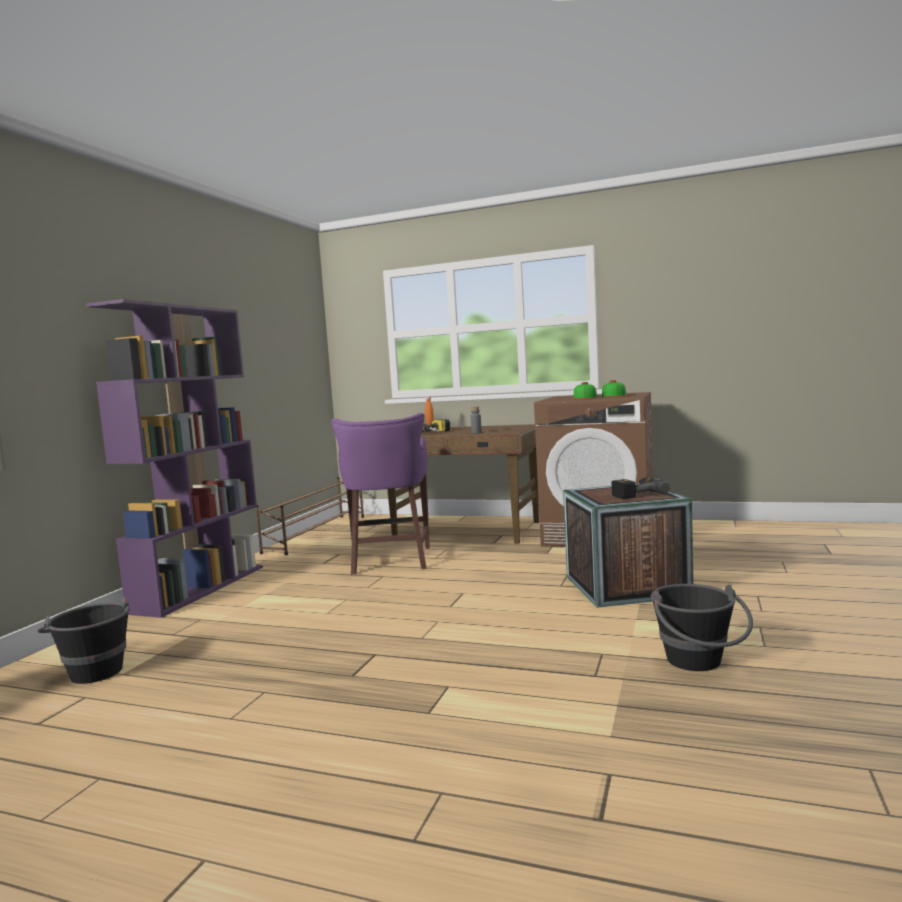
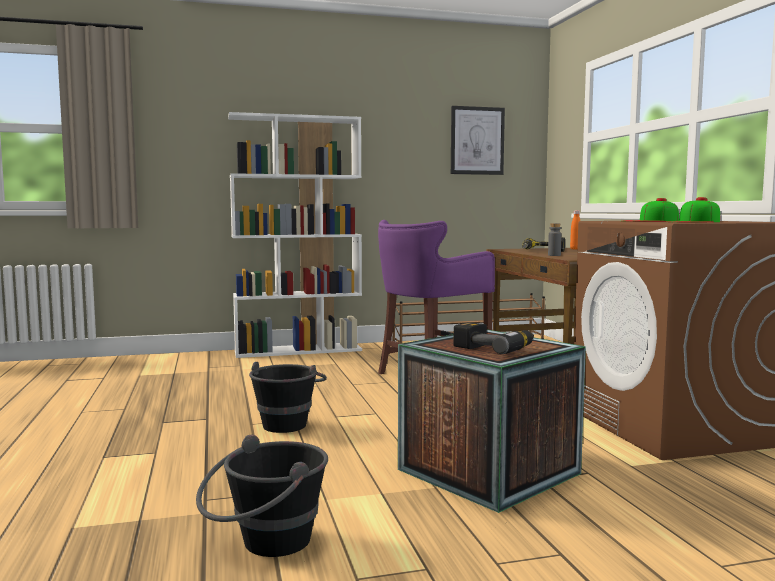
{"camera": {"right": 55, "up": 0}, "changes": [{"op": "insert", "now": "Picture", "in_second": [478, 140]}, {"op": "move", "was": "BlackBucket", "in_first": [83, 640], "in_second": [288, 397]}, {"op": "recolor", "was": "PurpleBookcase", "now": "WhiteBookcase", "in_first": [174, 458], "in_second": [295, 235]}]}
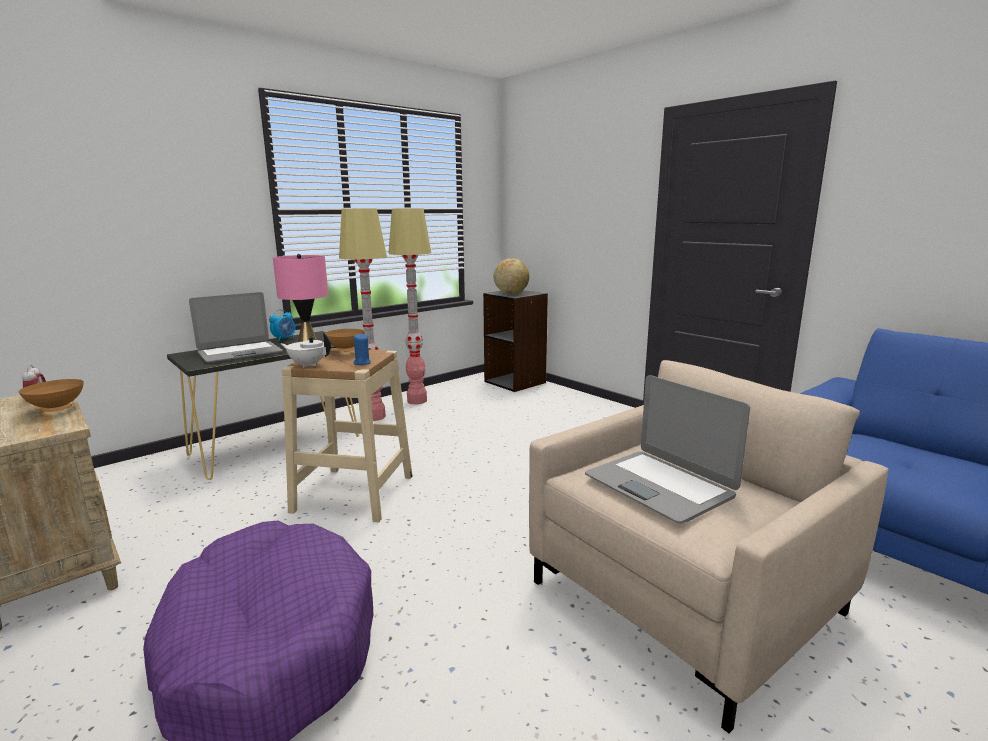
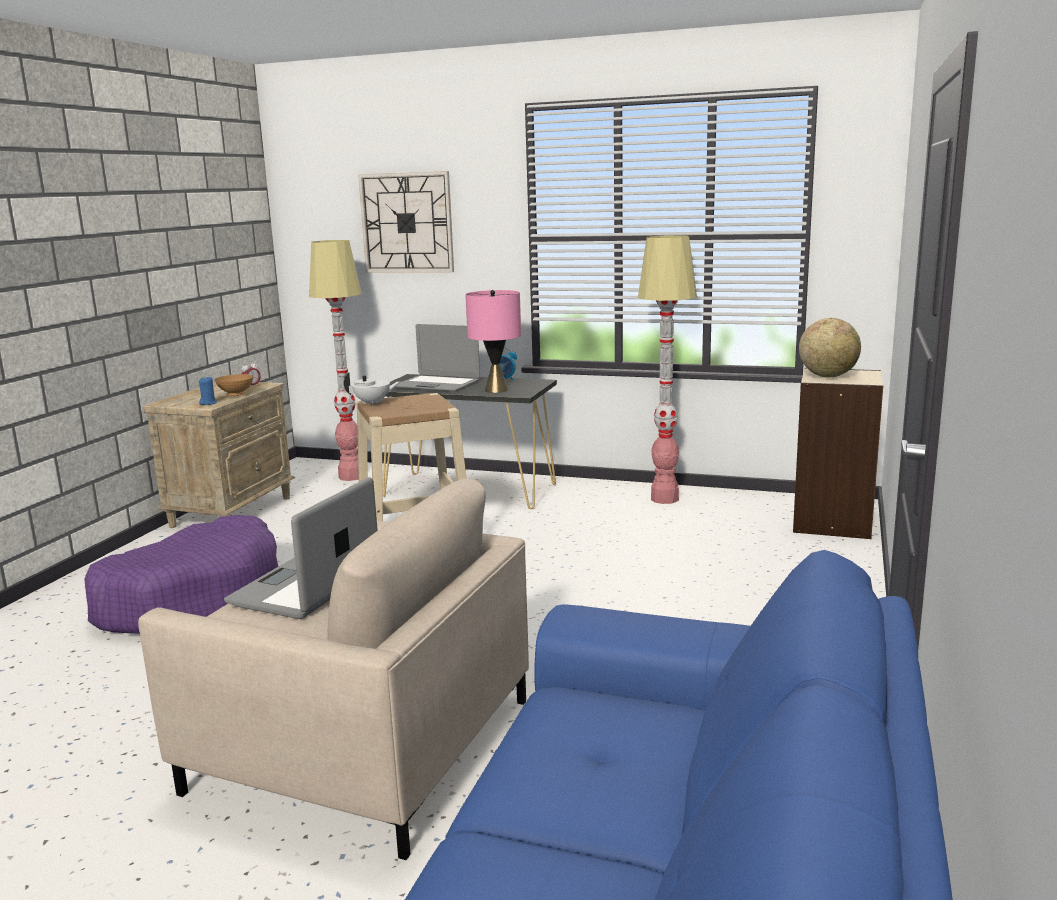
{"camera": {"right": 60, "up": 0}, "changes": [{"op": "delete", "was": "BrownBowl", "in_first": [345, 340]}, {"op": "insert", "now": "WallClock", "in_second": [406, 221]}, {"op": "move", "was": "FloorLamp", "in_first": [363, 315], "in_second": [335, 360]}, {"op": "move", "was": "BlueCandle", "in_first": [362, 349], "in_second": [208, 391]}, {"op": "recolor", "was": "BlackBookcase", "now": "BeigeBookcase", "in_first": [515, 341], "in_second": [838, 453]}, {"op": "rotate", "was": "WhiteTeapot", "in_first": [306, 350], "in_second": [372, 388], "clockwise": 90}]}
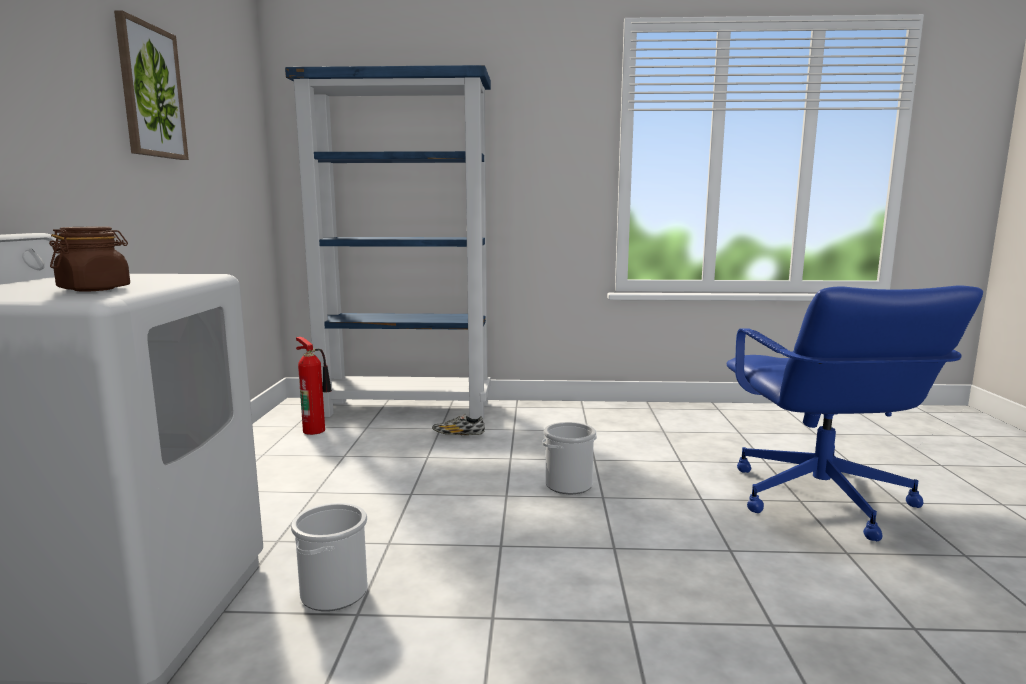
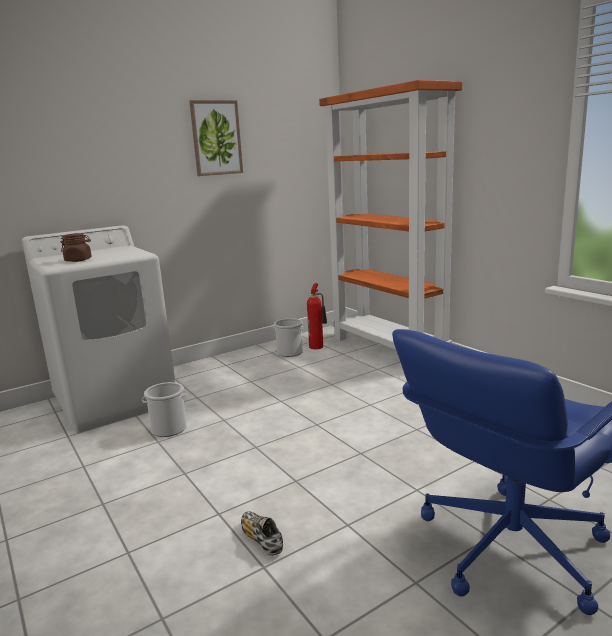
{"camera": {"right": 55, "up": 5}, "changes": [{"op": "move", "was": "Shoe", "in_first": [458, 425], "in_second": [262, 533]}, {"op": "move", "was": "Bucket", "in_first": [569, 458], "in_second": [288, 337]}, {"op": "recolor", "was": "BlueBookcase", "now": "OrangeBookcase", "in_first": [388, 242], "in_second": [390, 215]}]}
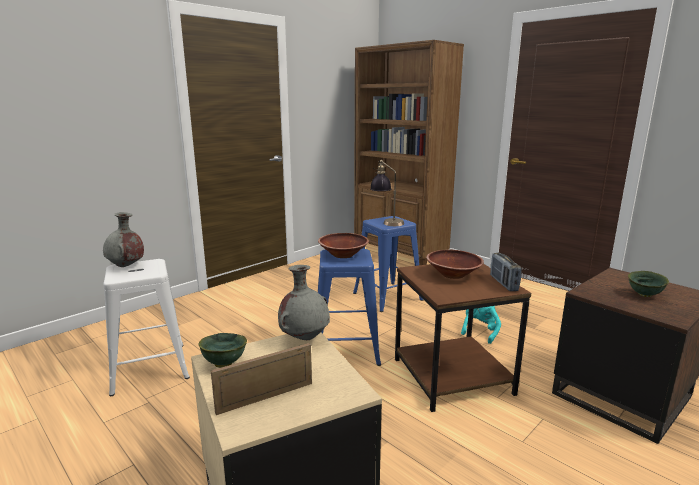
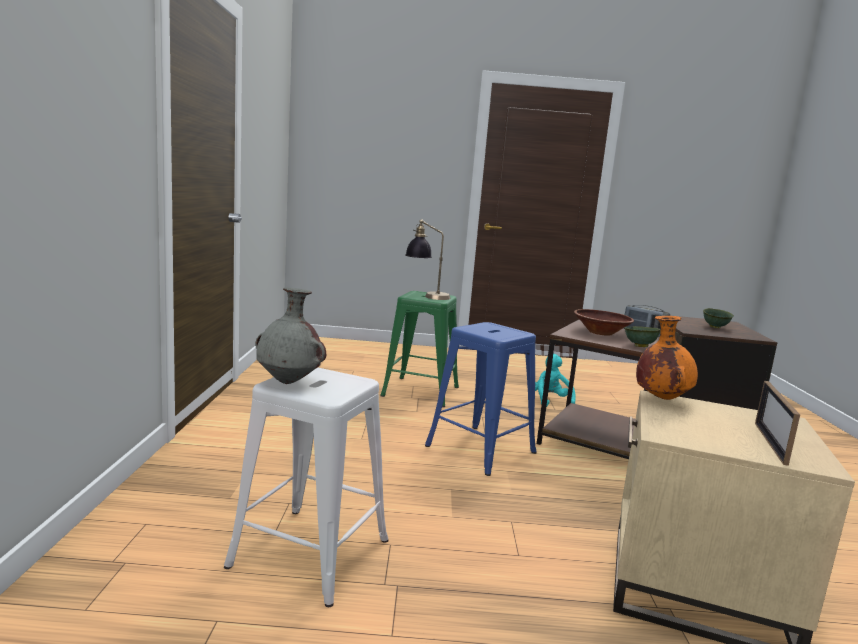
{"camera": {"right": -45, "up": -5}, "changes": [{"op": "delete", "was": "BrownBowl", "in_first": [343, 245]}, {"op": "delete", "was": "BrownBookcase", "in_first": [409, 152]}, {"op": "move", "was": "GreenBowl", "in_first": [222, 350], "in_second": [642, 336]}, {"op": "recolor", "was": "GreyVase", "now": "OrangeVase", "in_first": [304, 302], "in_second": [667, 358]}, {"op": "recolor", "was": "BlueStool", "now": "GreenStool", "in_first": [388, 264], "in_second": [420, 349]}]}
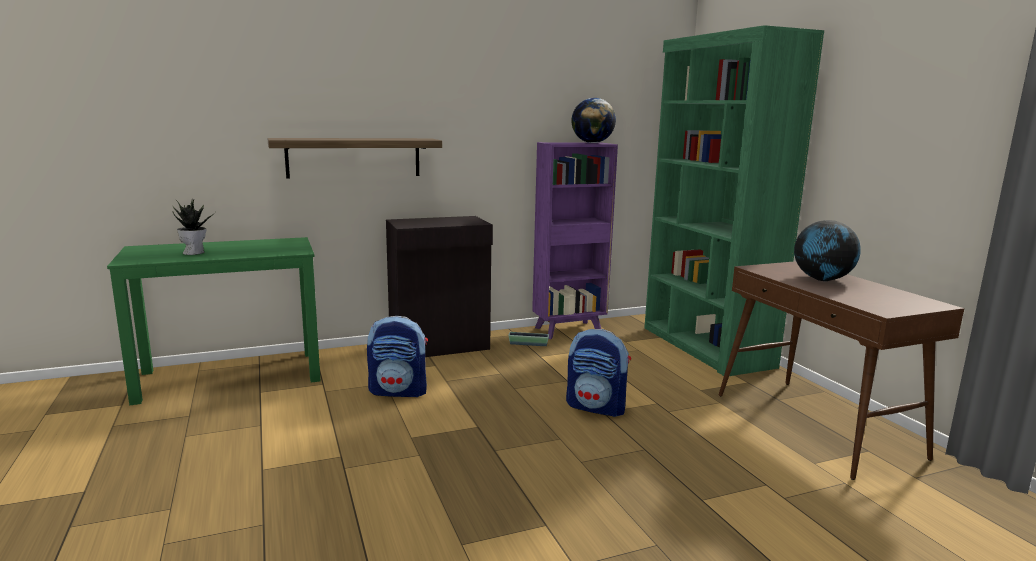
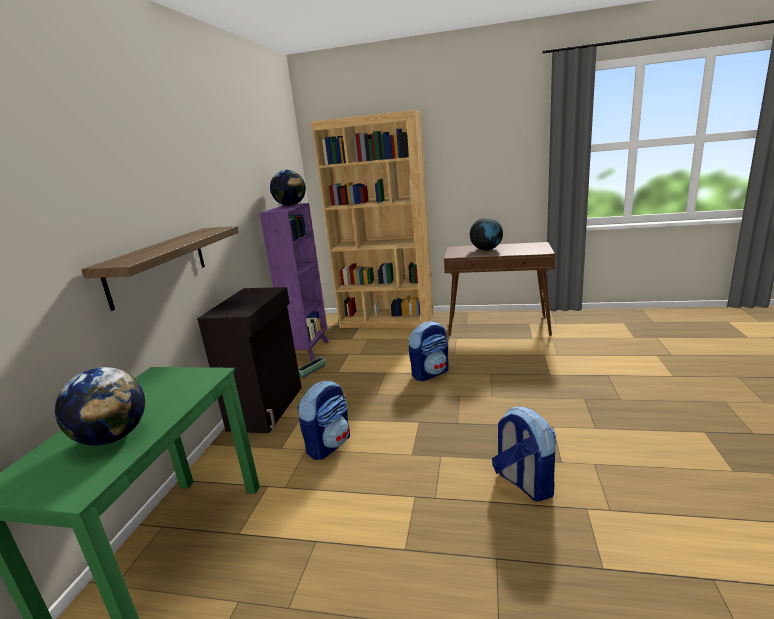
{"camera": {"right": -55, "up": 5}, "changes": [{"op": "insert", "now": "Backpack", "in_second": [524, 454]}, {"op": "replace", "was": "PottedPlant", "now": "Globe", "in_first": [193, 227], "in_second": [100, 406]}, {"op": "recolor", "was": "GreenBookcase", "now": "BrownBookcase", "in_first": [734, 200], "in_second": [372, 219]}]}
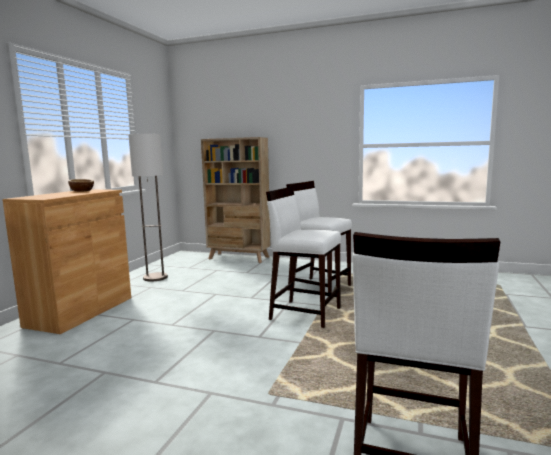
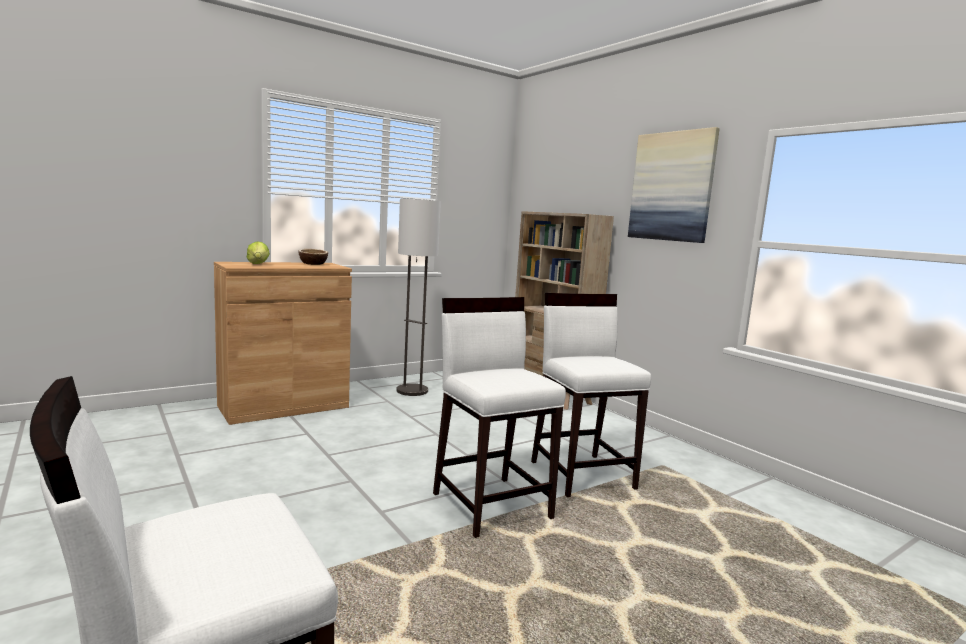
{"camera": {"right": 35, "up": 0}, "changes": [{"op": "insert", "now": "Lettuce", "in_second": [258, 252]}, {"op": "insert", "now": "Picture", "in_second": [674, 185]}]}
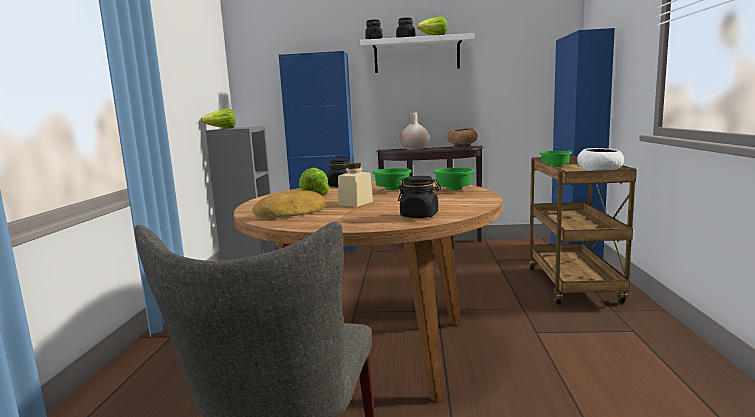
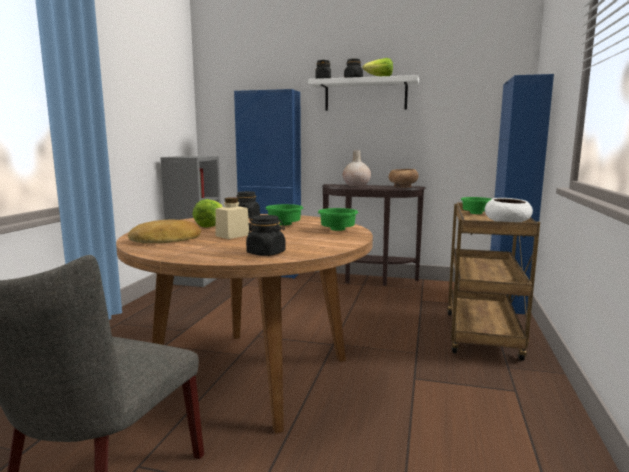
{"camera": {"right": 10, "up": 0}, "changes": [{"op": "delete", "was": "Lettuce", "in_first": [218, 118]}]}
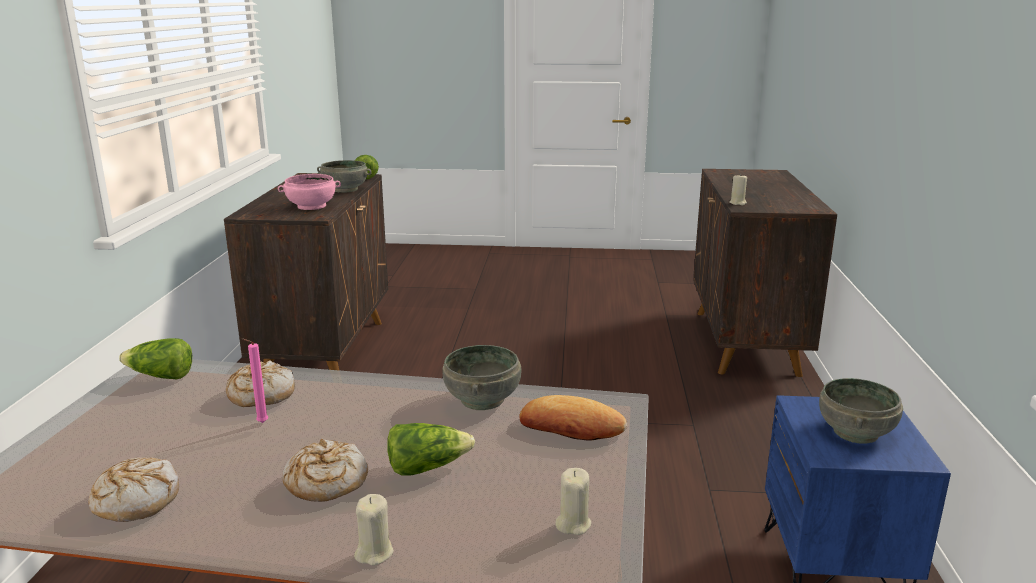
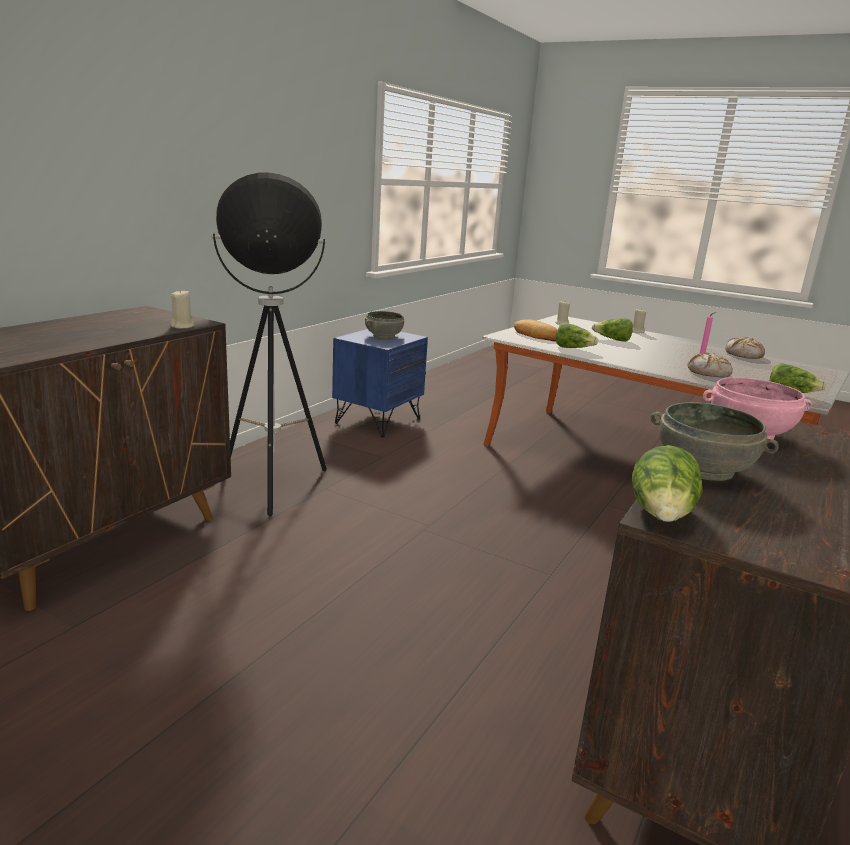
{"camera": {"right": -155, "up": 0}, "changes": [{"op": "delete", "was": "Bread", "in_first": [325, 470]}, {"op": "insert", "now": "FloorLamp", "in_second": [269, 344]}, {"op": "replace", "was": "GreyBowl", "now": "Lettuce", "in_first": [481, 377], "in_second": [577, 335]}]}
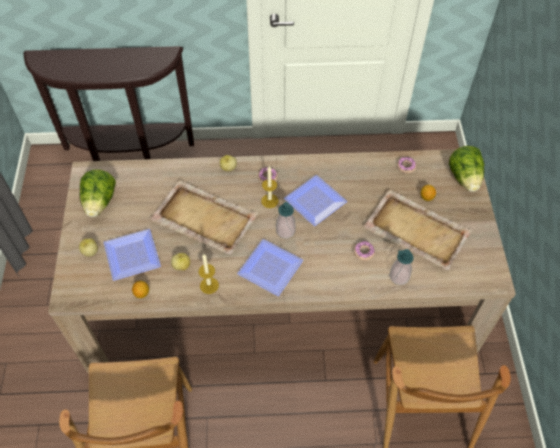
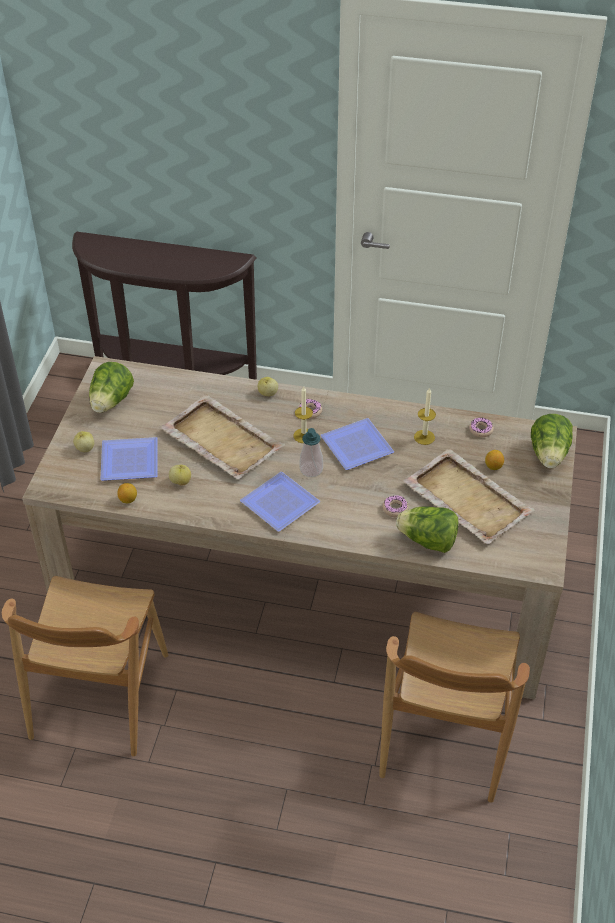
{"camera": {"right": 15, "up": -10}, "changes": [{"op": "move", "was": "Candle", "in_first": [209, 274], "in_second": [425, 416]}, {"op": "replace", "was": "SoapDispenser", "now": "Lettuce", "in_first": [401, 267], "in_second": [427, 529]}]}
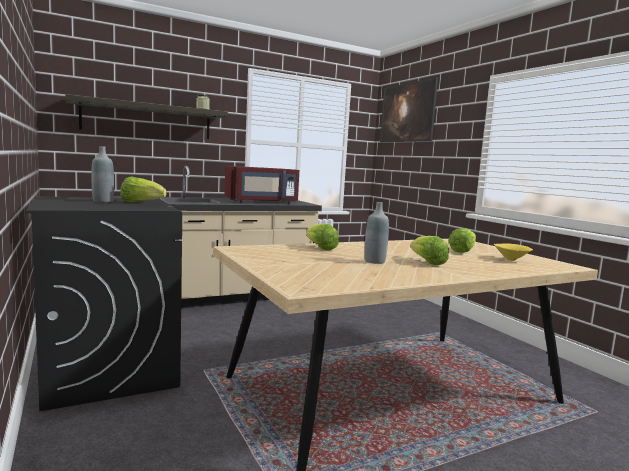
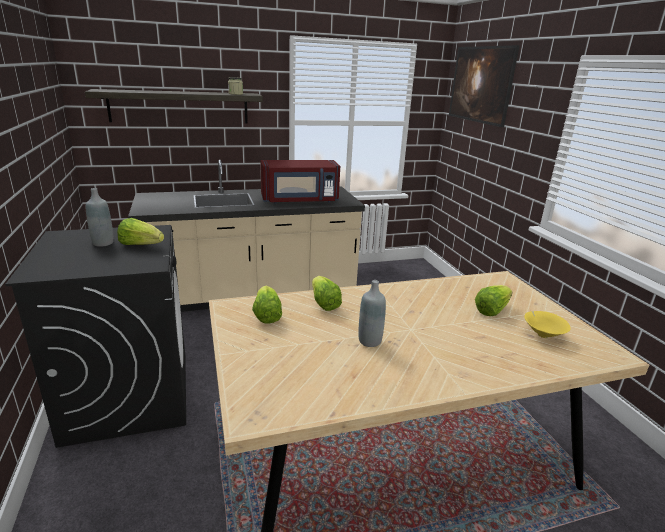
{"camera": {"right": 10, "up": 15}, "changes": [{"op": "move", "was": "Lettuce", "in_first": [429, 250], "in_second": [267, 304]}]}
